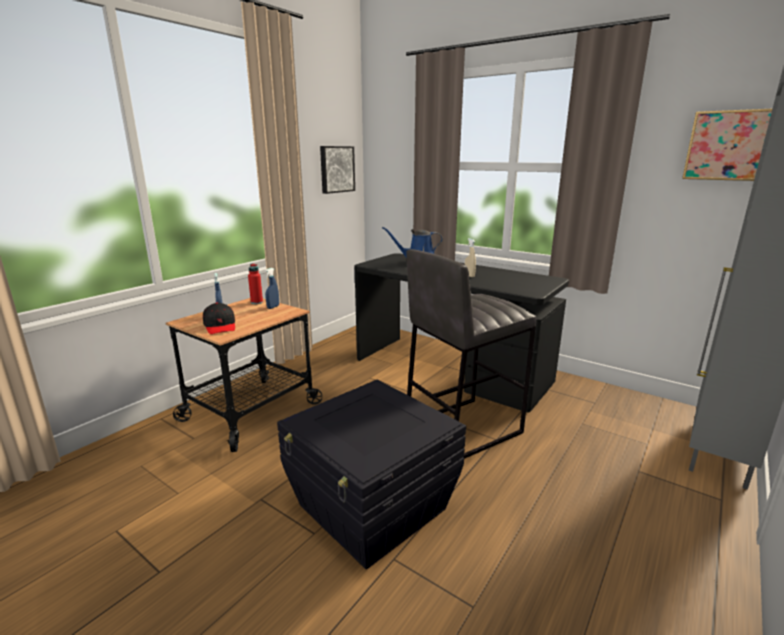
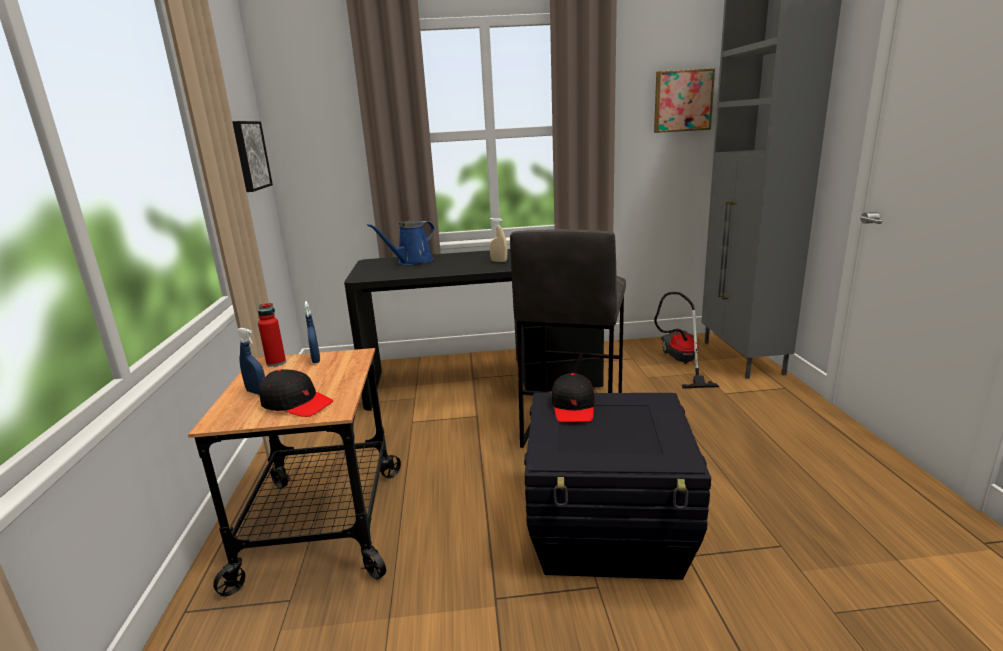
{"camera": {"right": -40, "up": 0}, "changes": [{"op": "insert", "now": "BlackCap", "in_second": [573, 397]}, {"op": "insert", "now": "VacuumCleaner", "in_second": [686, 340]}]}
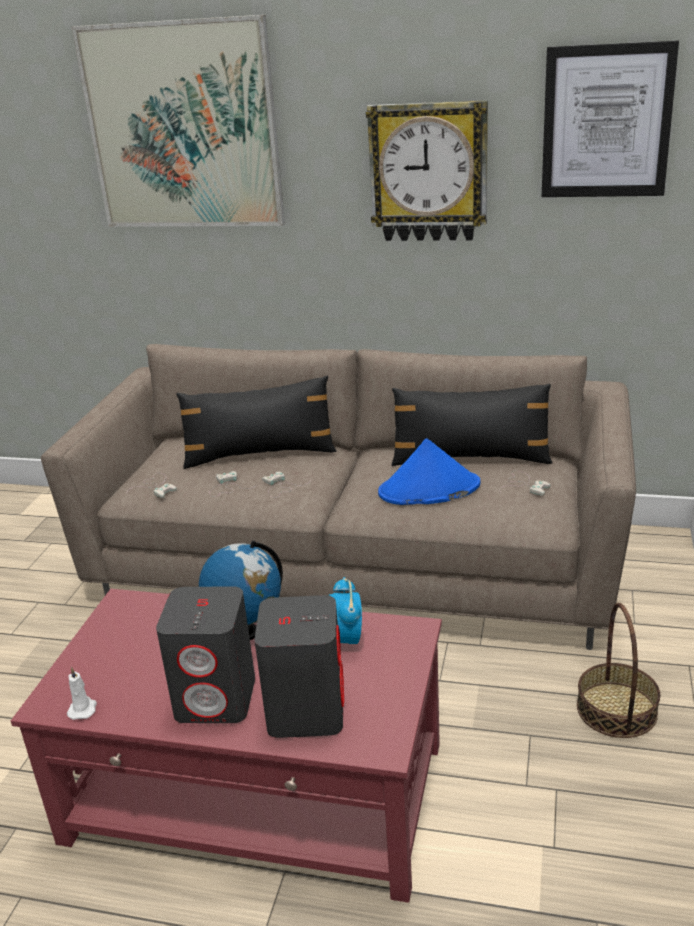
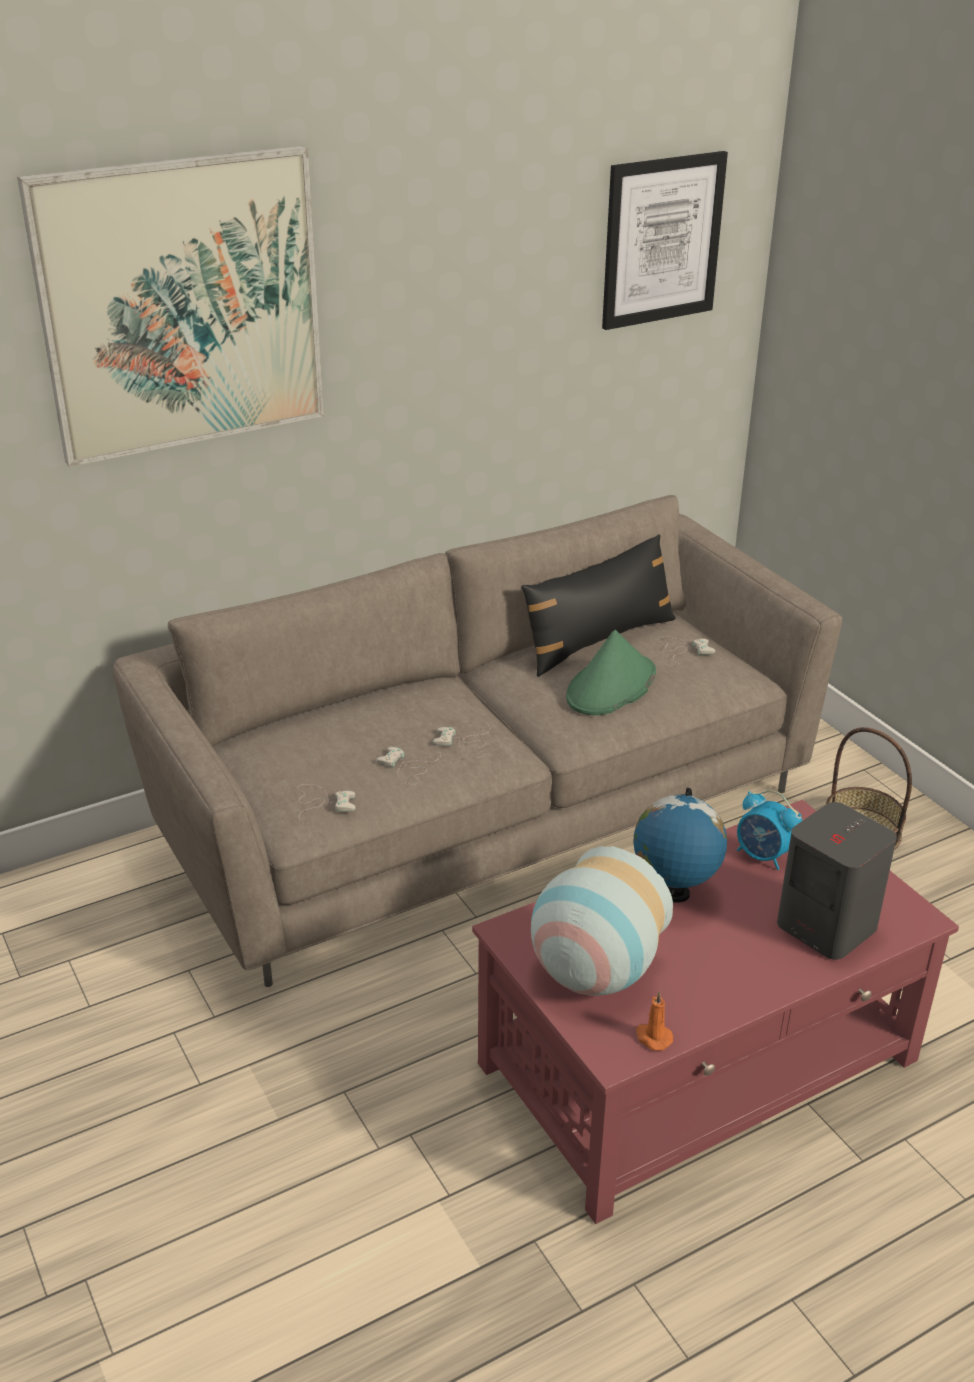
{"camera": {"right": -45, "up": 5}, "changes": [{"op": "delete", "was": "GreySpeaker", "in_first": [205, 654]}, {"op": "delete", "was": "BlackPillow", "in_first": [256, 422]}, {"op": "delete", "was": "WallClock", "in_first": [427, 171]}, {"op": "insert", "now": "Vase", "in_second": [602, 921]}, {"op": "recolor", "was": "WhiteCandle", "now": "OrangeCandle", "in_first": [82, 693], "in_second": [654, 1021]}, {"op": "recolor", "was": "BlueHat", "now": "GreenHat", "in_first": [429, 471], "in_second": [611, 672]}]}
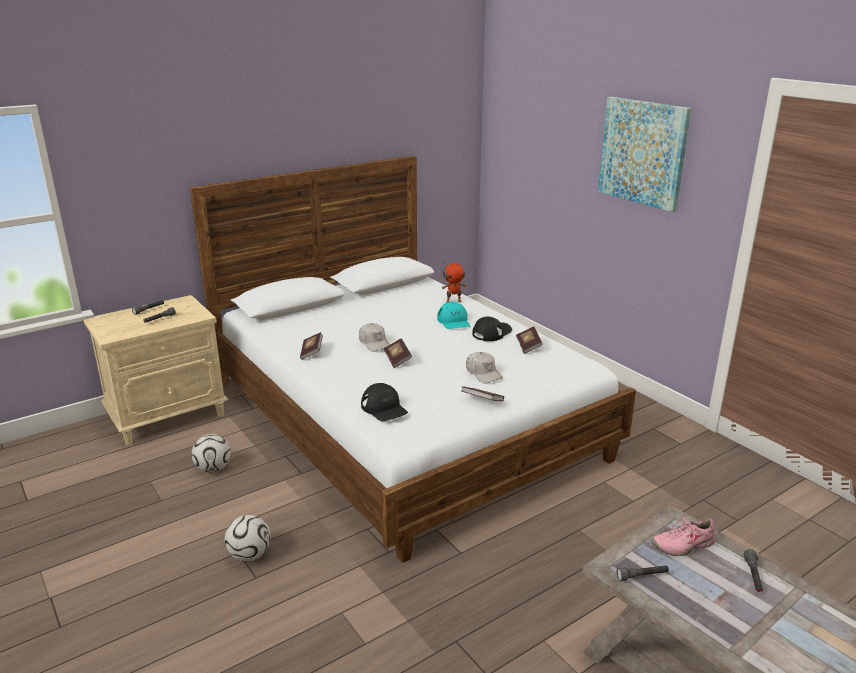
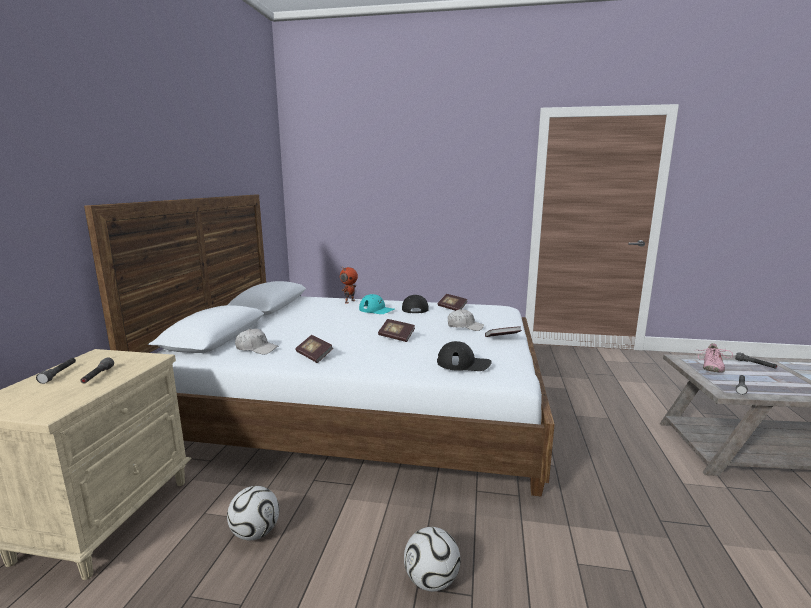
{"camera": {"right": -45, "up": -10}, "changes": [{"op": "delete", "was": "Picture", "in_first": [644, 154]}, {"op": "move", "was": "WhiteCap", "in_first": [374, 337], "in_second": [257, 341]}]}
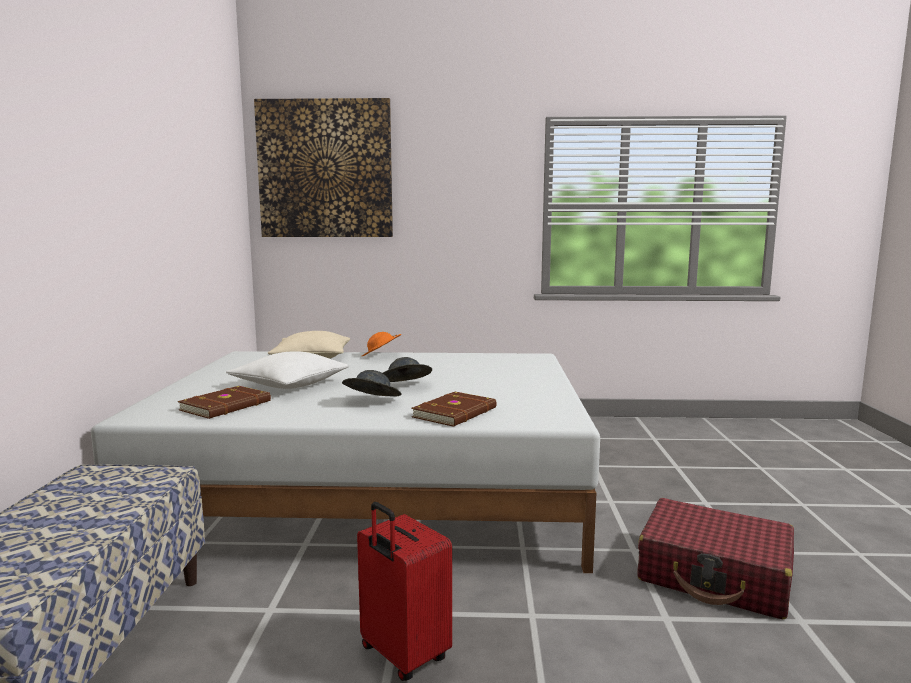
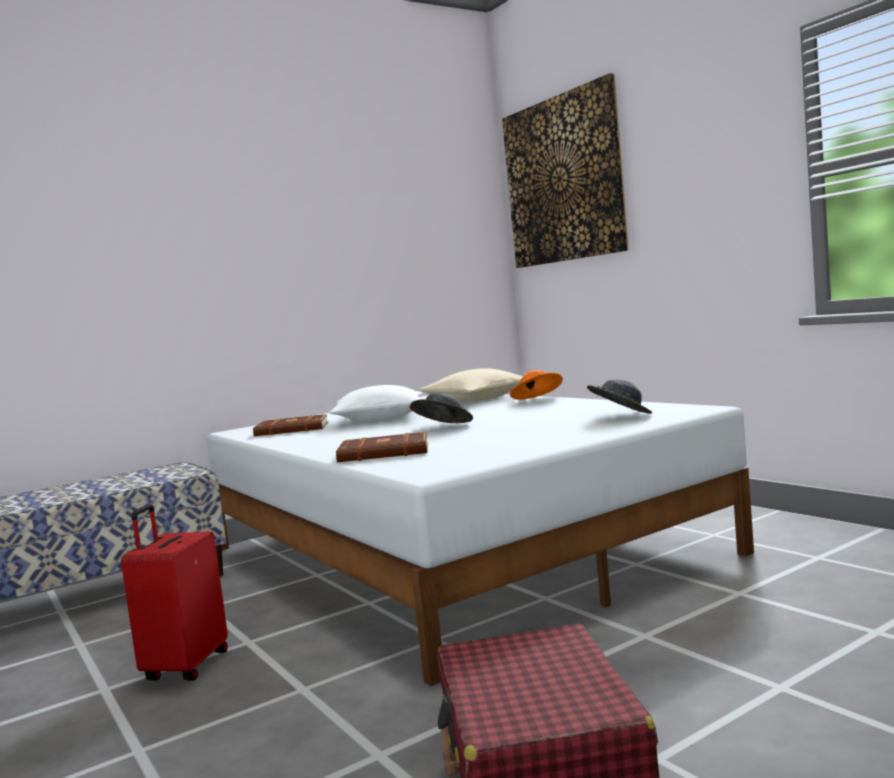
{"camera": {"right": 55, "up": -5}, "changes": [{"op": "move", "was": "GreyHat", "in_first": [371, 383], "in_second": [619, 396]}]}
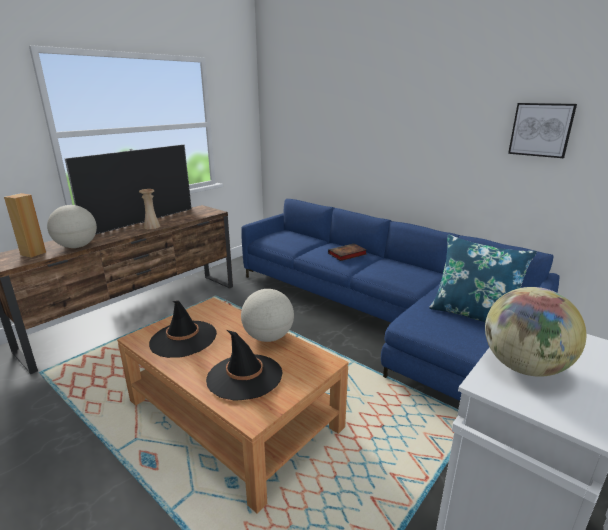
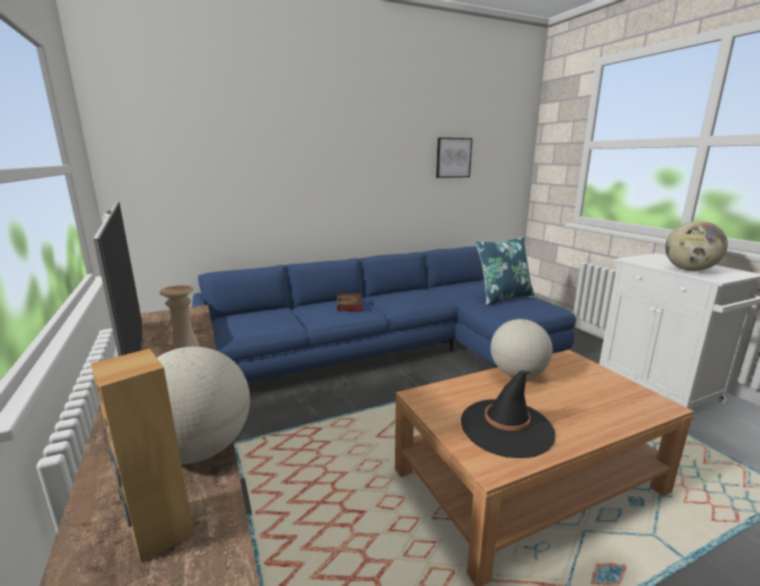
{"camera": {"right": -65, "up": -5}, "changes": [{"op": "delete", "was": "BlackHat", "in_first": [244, 365]}]}
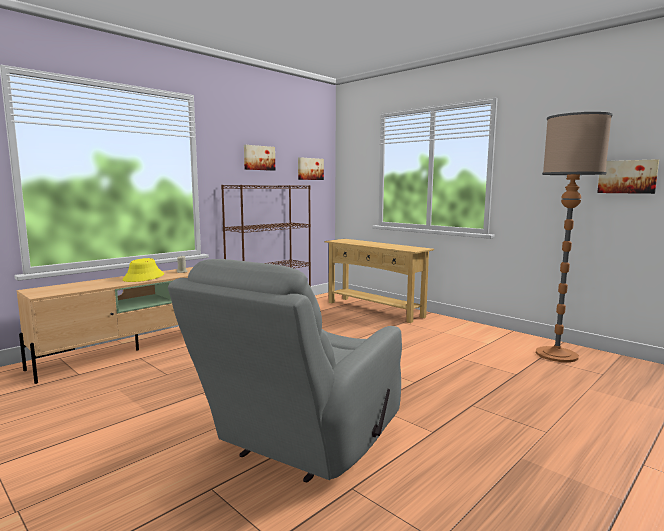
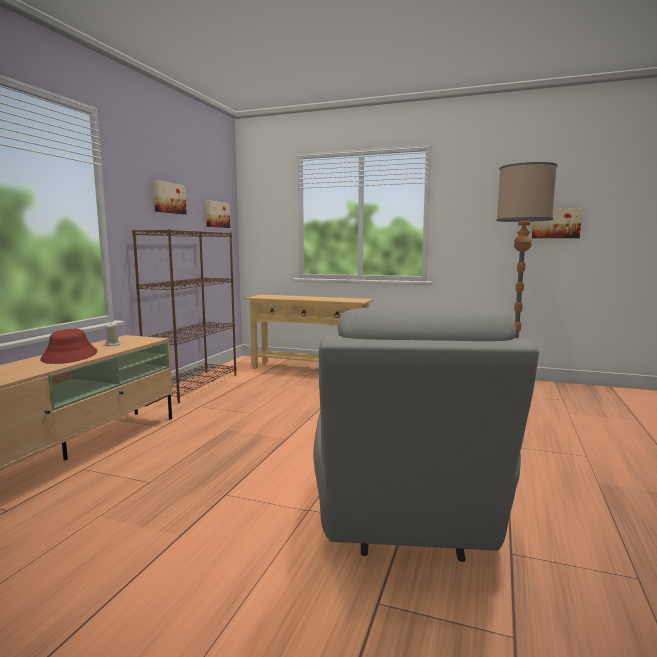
{"camera": {"right": -25, "up": 0}, "changes": [{"op": "recolor", "was": "YellowHat", "now": "RedHat", "in_first": [143, 270], "in_second": [68, 346]}]}
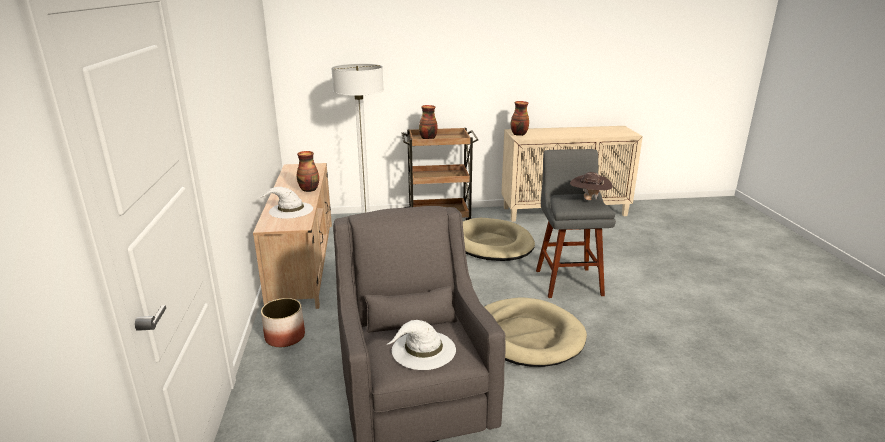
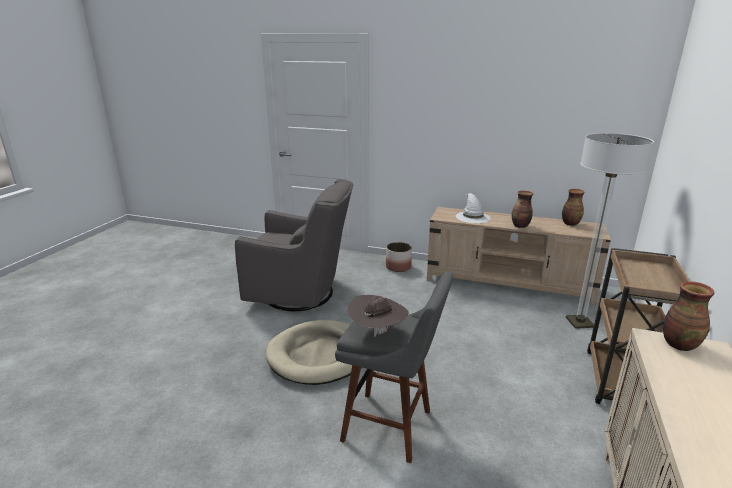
{"camera": {"right": 115, "up": 0}, "changes": [{"op": "delete", "was": "WhiteHat", "in_first": [421, 345]}, {"op": "delete", "was": "BeigeDogBed", "in_first": [499, 239]}, {"op": "move", "was": "Vase", "in_first": [428, 122], "in_second": [573, 207]}]}
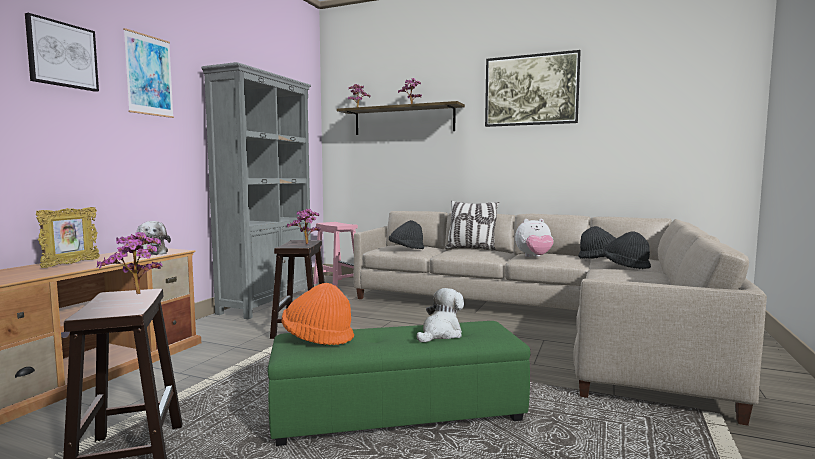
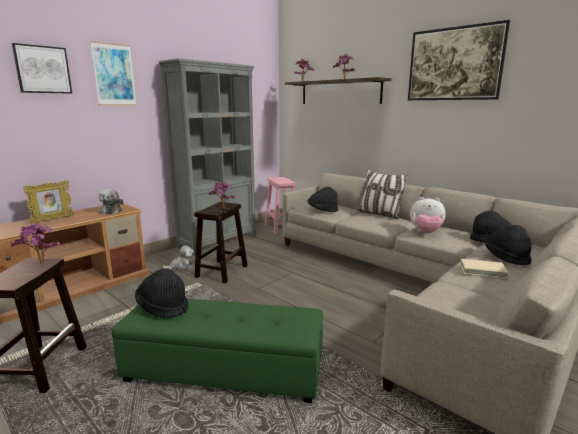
{"camera": {"right": 20, "up": 10}, "changes": [{"op": "insert", "now": "BeigeBook", "in_second": [484, 269]}, {"op": "move", "was": "PlushToy", "in_first": [440, 315], "in_second": [178, 257]}, {"op": "recolor", "was": "OrangeHat", "now": "BlackHat", "in_first": [318, 314], "in_second": [161, 293]}]}
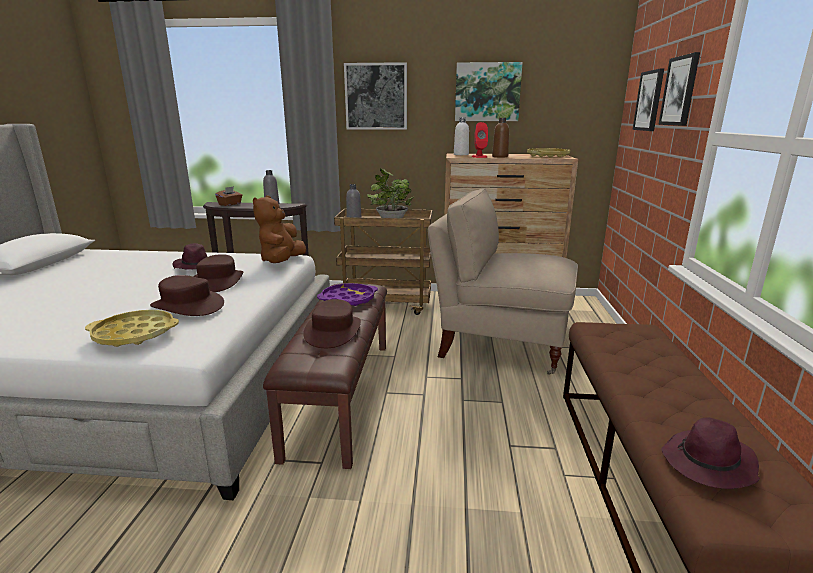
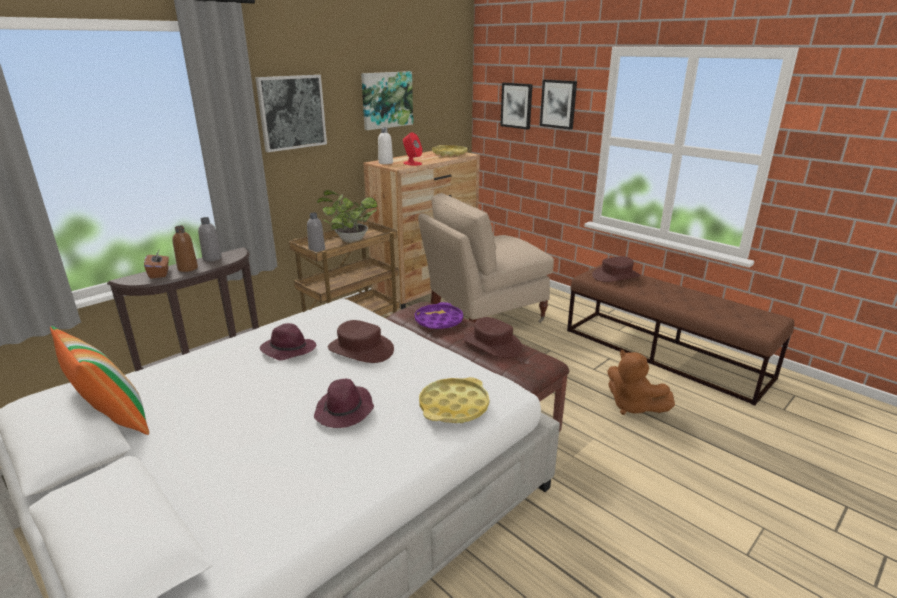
{"camera": {"right": -50, "up": 5}, "changes": [{"op": "insert", "now": "Pillow", "in_second": [99, 380]}, {"op": "move", "was": "BrownHat", "in_first": [187, 295], "in_second": [616, 269]}, {"op": "move", "was": "BrownPlushToy", "in_first": [279, 229], "in_second": [641, 382]}, {"op": "move", "was": "BrownBottle", "in_first": [500, 137], "in_second": [185, 249]}, {"op": "move", "was": "PurpleHat", "in_first": [710, 453], "in_second": [344, 403]}]}
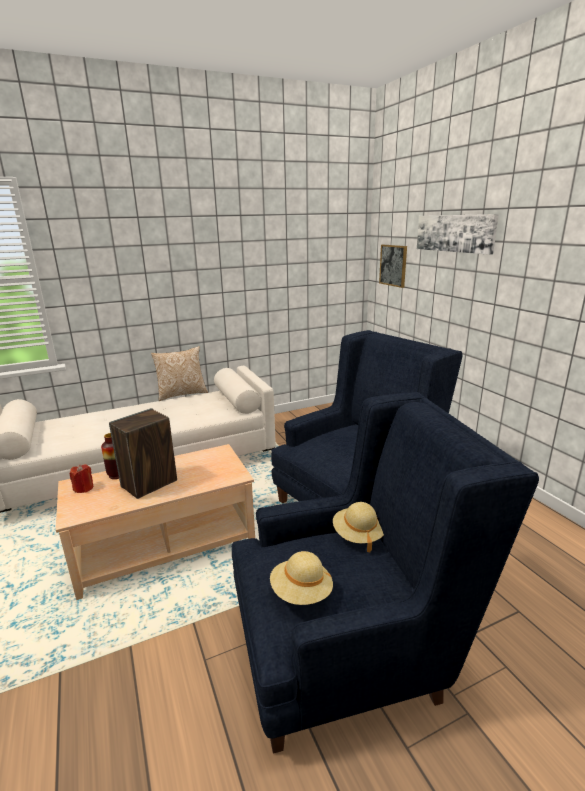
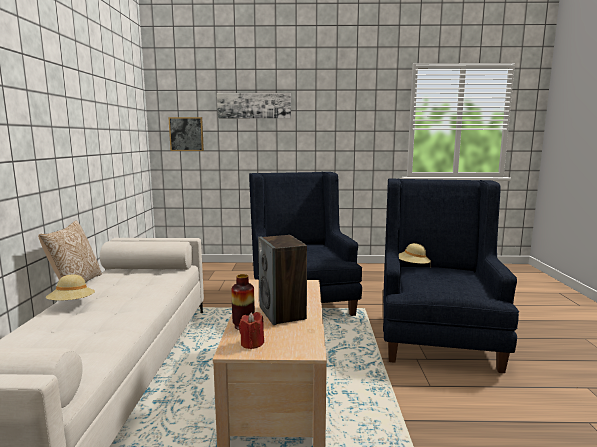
{"camera": {"right": -65, "up": -10}, "changes": [{"op": "move", "was": "BeigeHat", "in_first": [301, 578], "in_second": [70, 287]}]}
